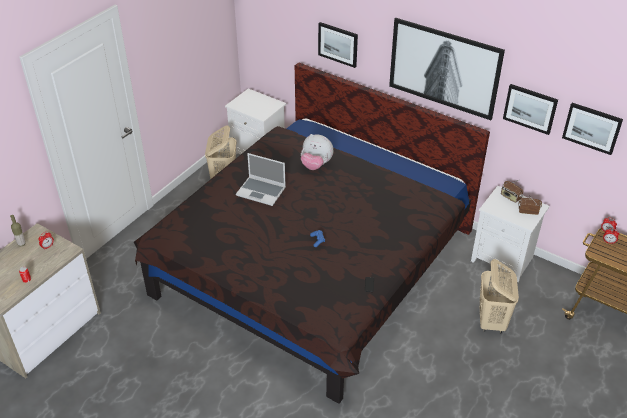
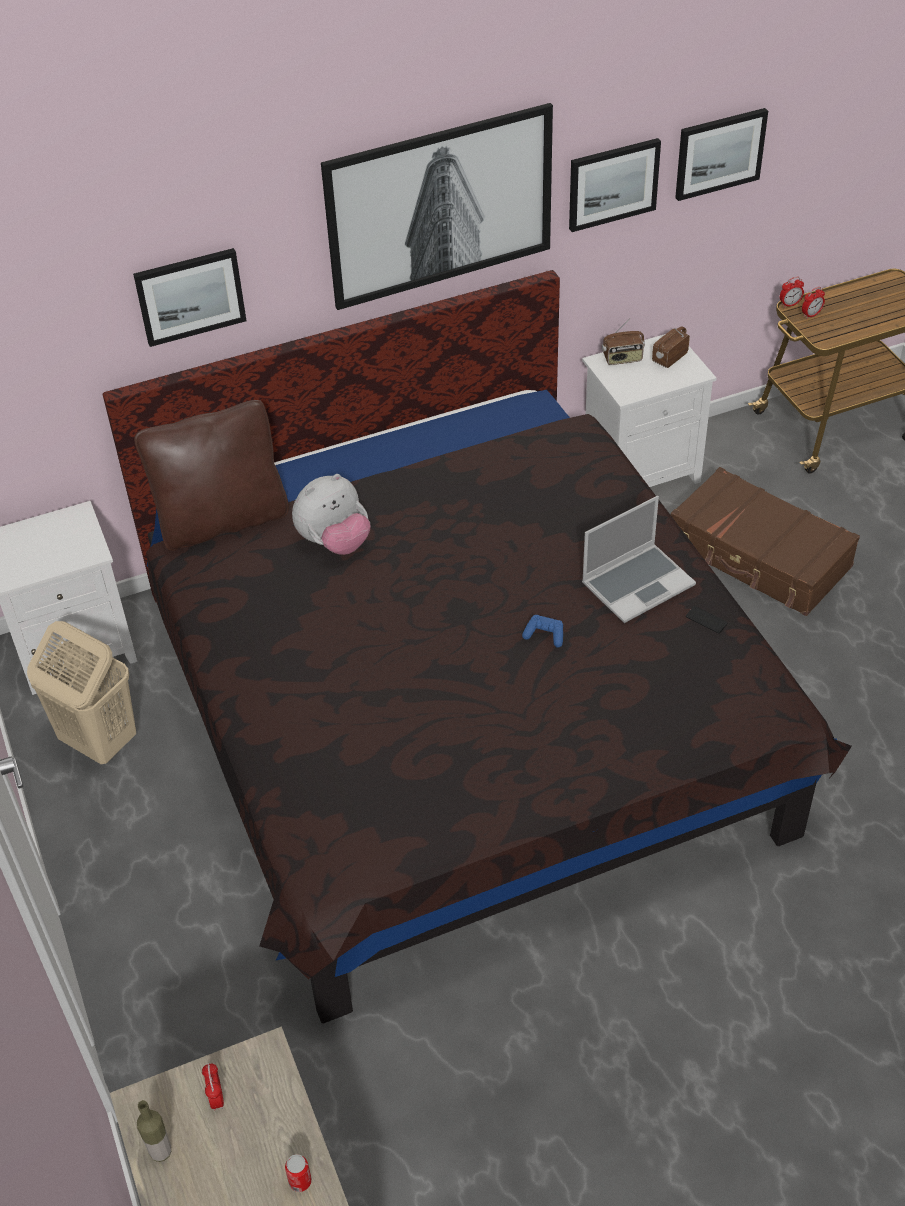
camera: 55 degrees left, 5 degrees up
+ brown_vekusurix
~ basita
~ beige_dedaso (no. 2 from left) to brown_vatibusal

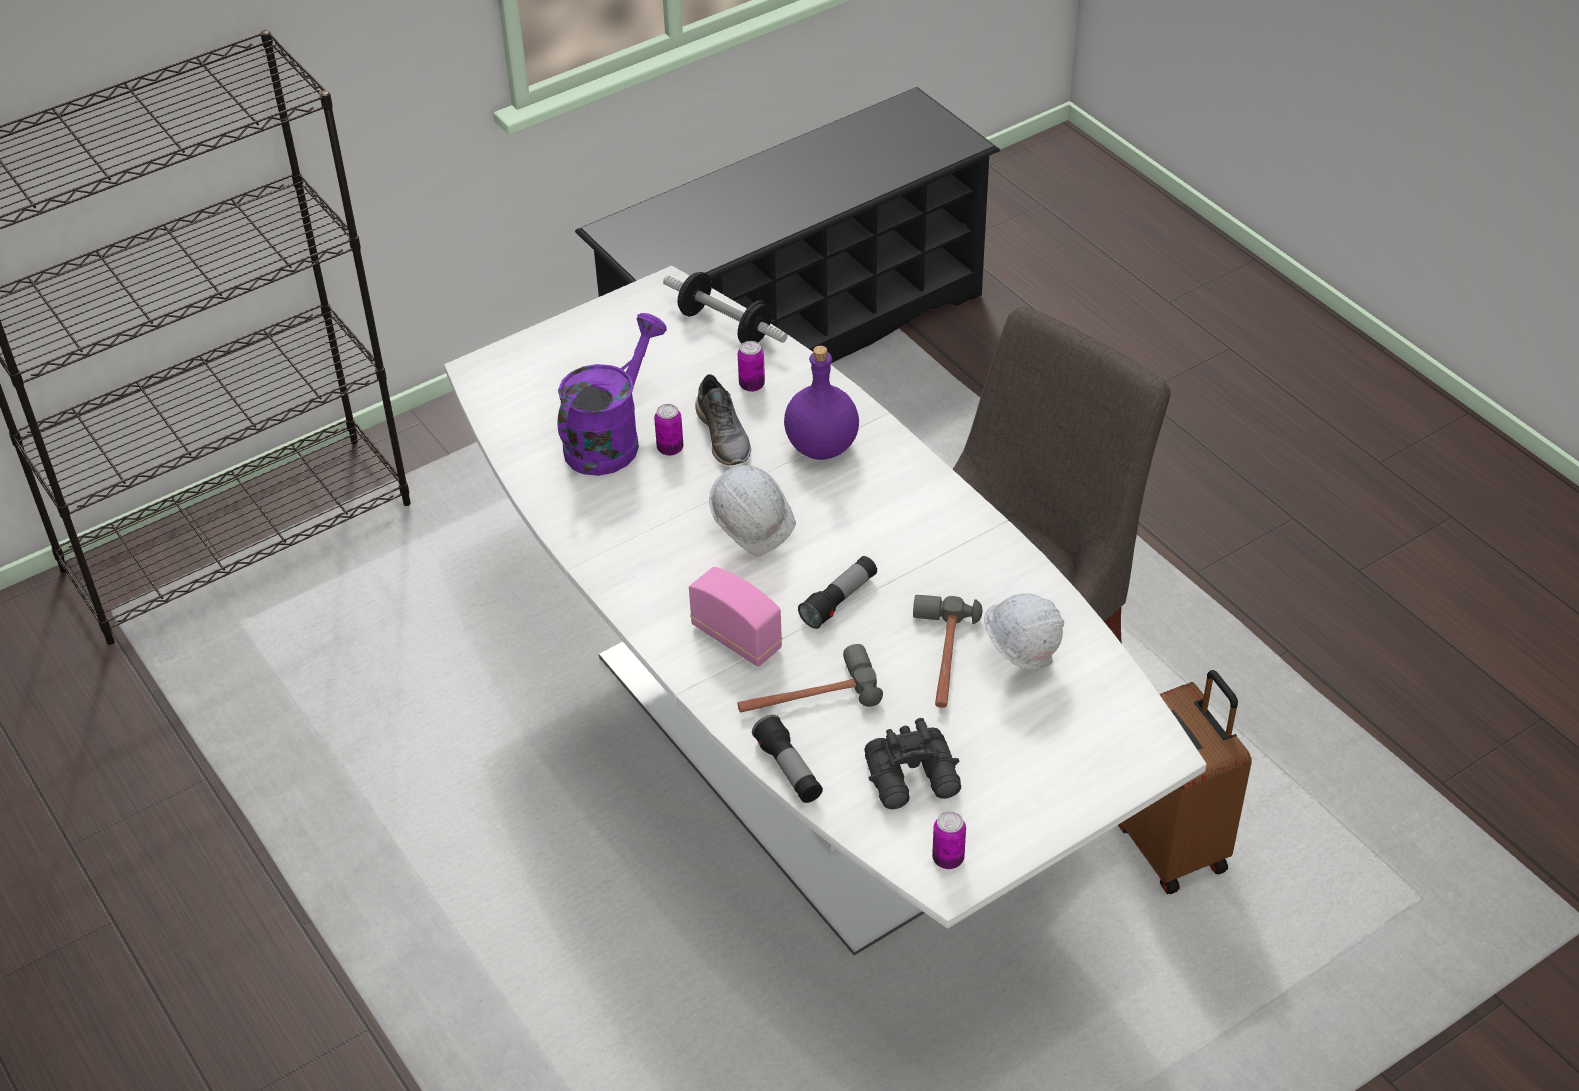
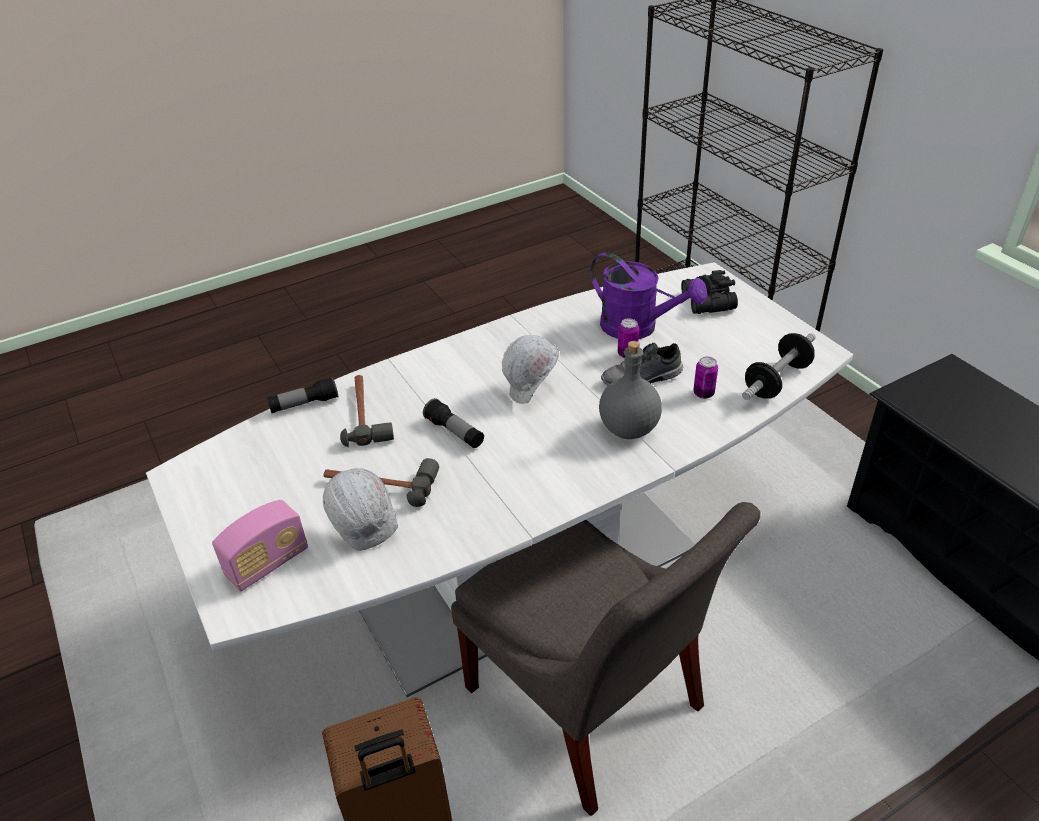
camera: 95 degrees right, 5 degrees down
- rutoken (no. 3 from left)
~ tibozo
~ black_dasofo
~ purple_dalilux to grey_dalilux

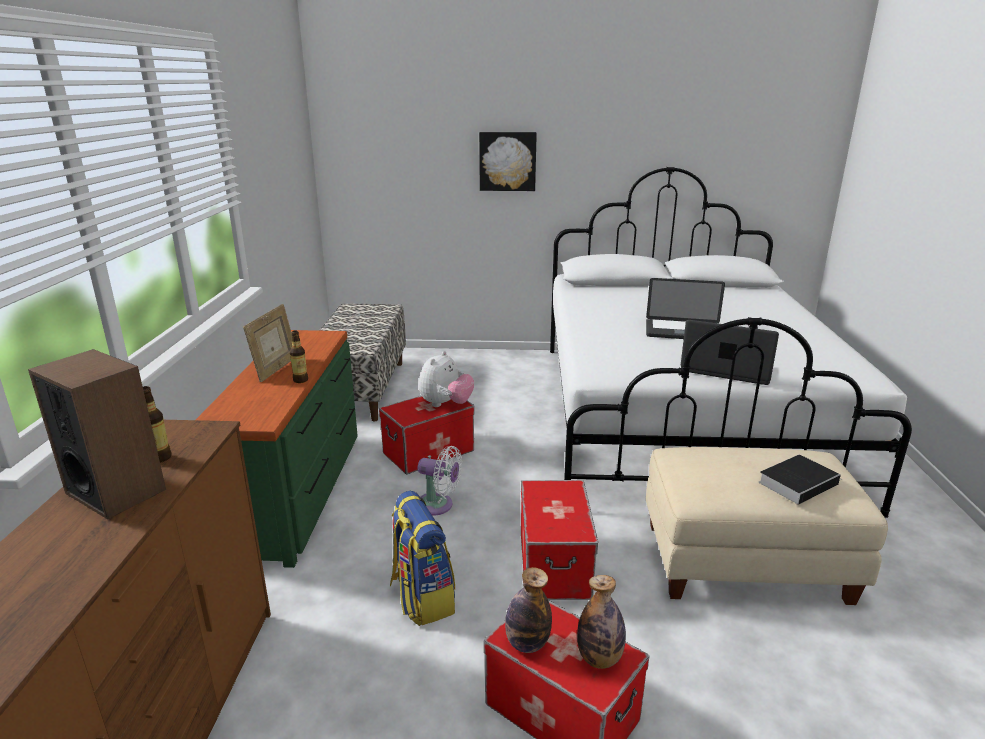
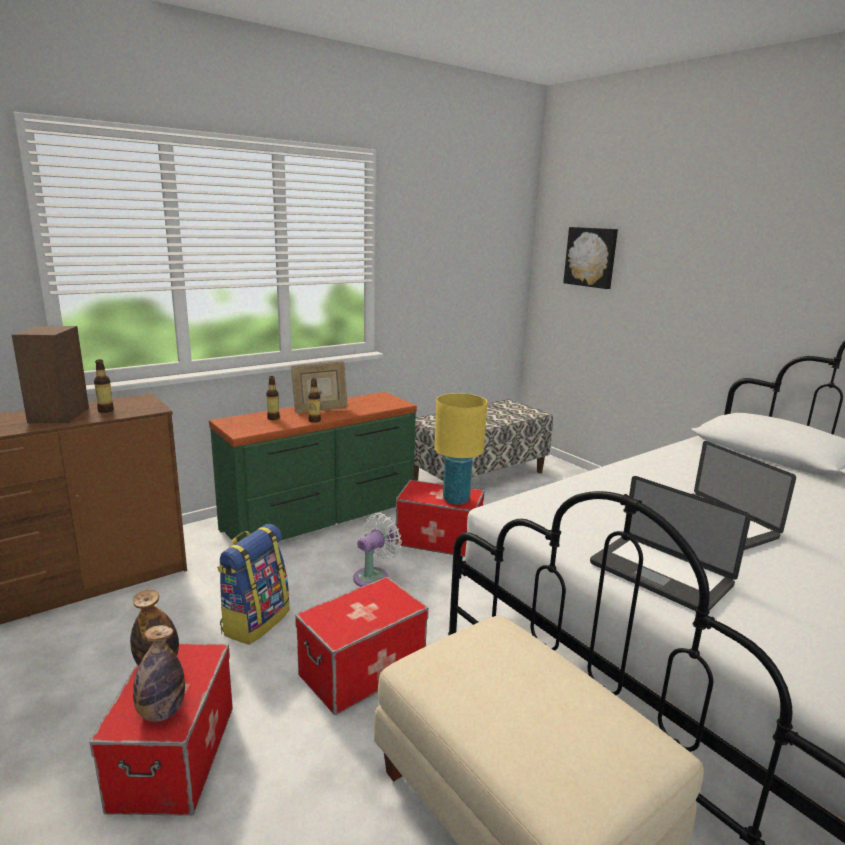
camera: 50 degrees right, 5 degrees down
- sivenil
+ dalilux (no. 4 from left)
~ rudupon
~ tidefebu to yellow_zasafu
~ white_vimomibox 120 degrees counterclockwise
~ basita (no. 2 from left in the first image) 150 degrees clockwise

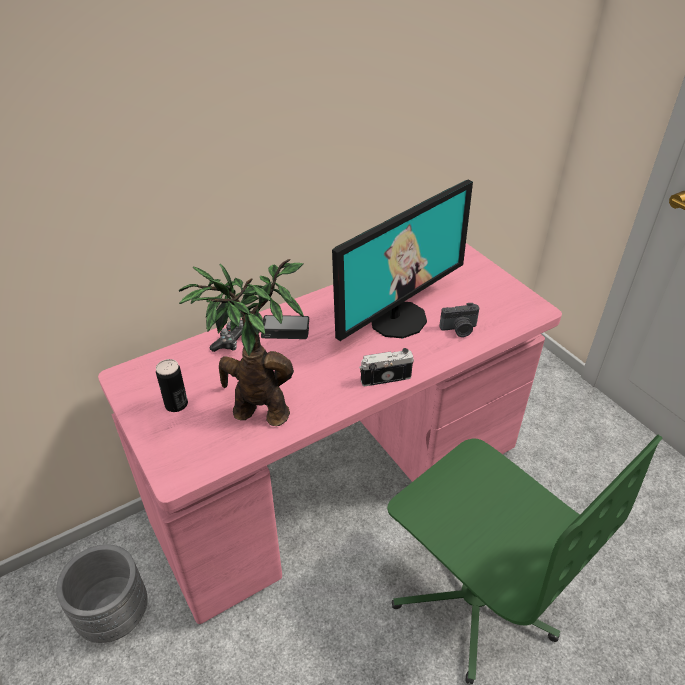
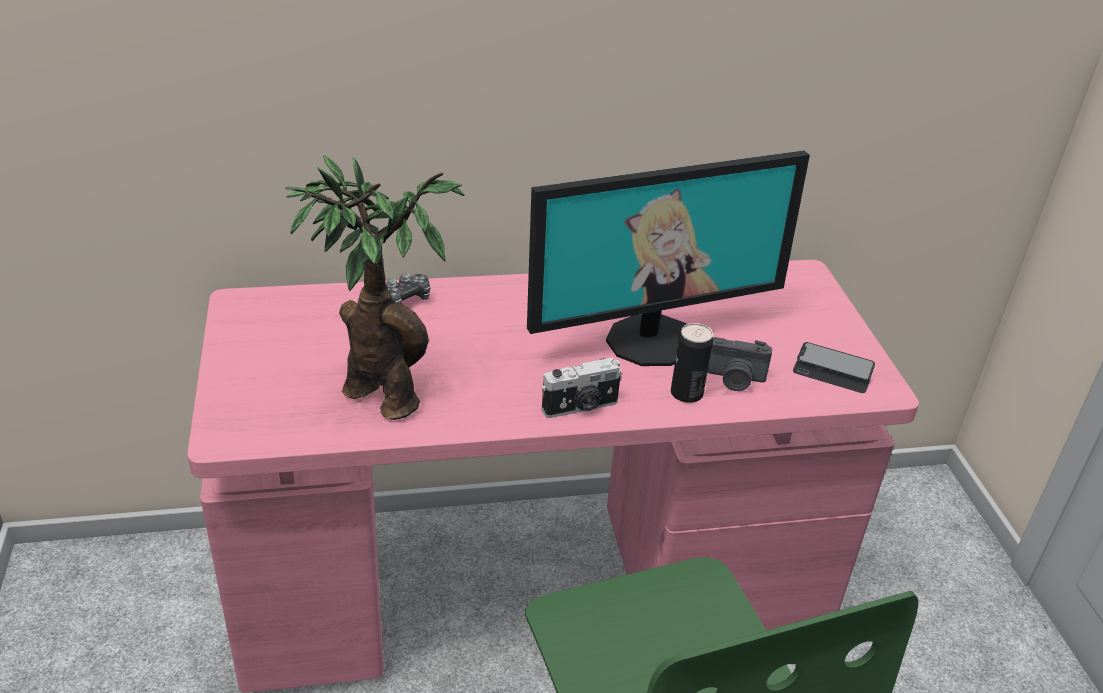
camera: 20 degrees right, 5 degrees down
- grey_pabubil
~ rutoken
~ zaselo
~ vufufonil (no. 1 from left) 150 degrees clockwise

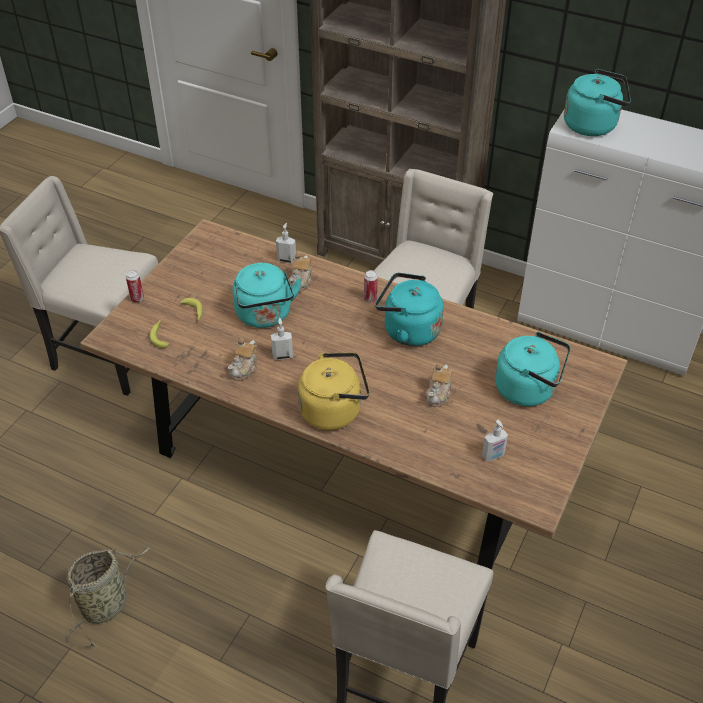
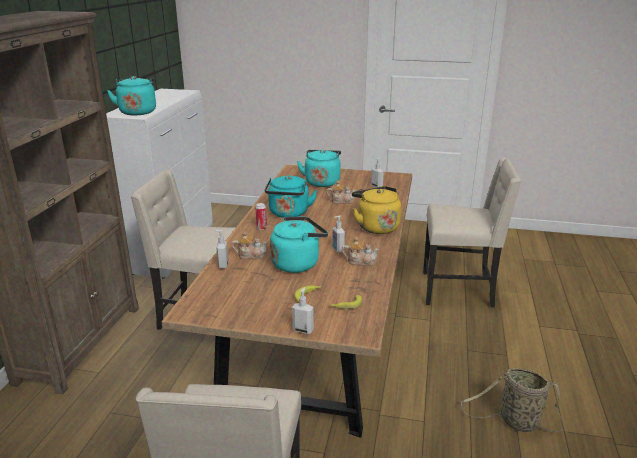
camera: 105 degrees left, 20 degrees down
~ rutoken (no. 1 from left) to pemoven (no. 2 from left)

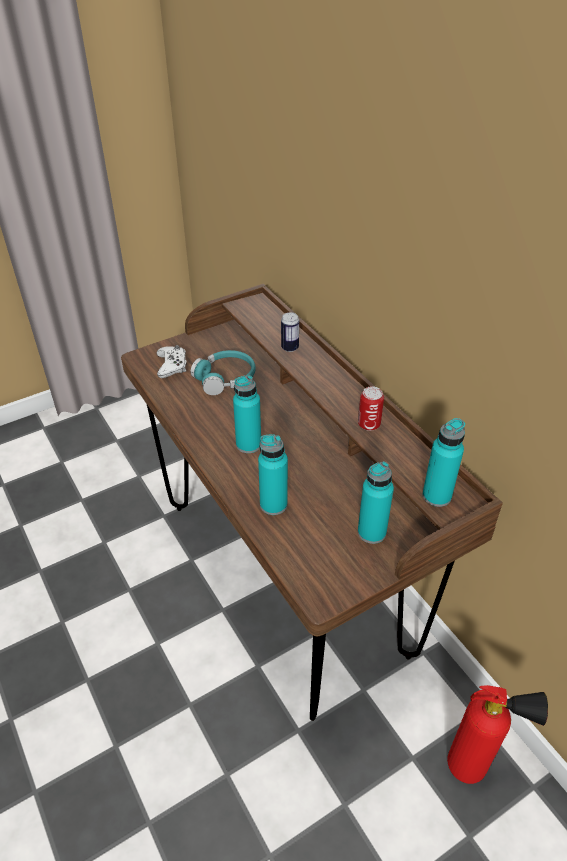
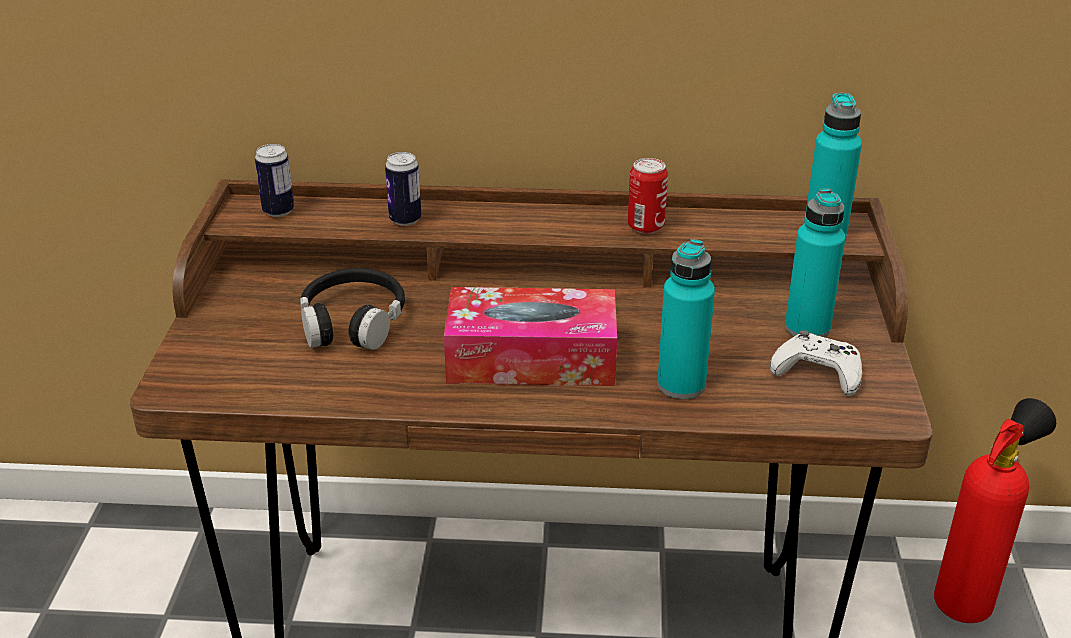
camera: 55 degrees left, 10 degrees down
+ rutoken (no. 1 from left)
~ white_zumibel
~ turquoise_dalilux (no. 1 from left) to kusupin
~ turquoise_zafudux to black_zafudux

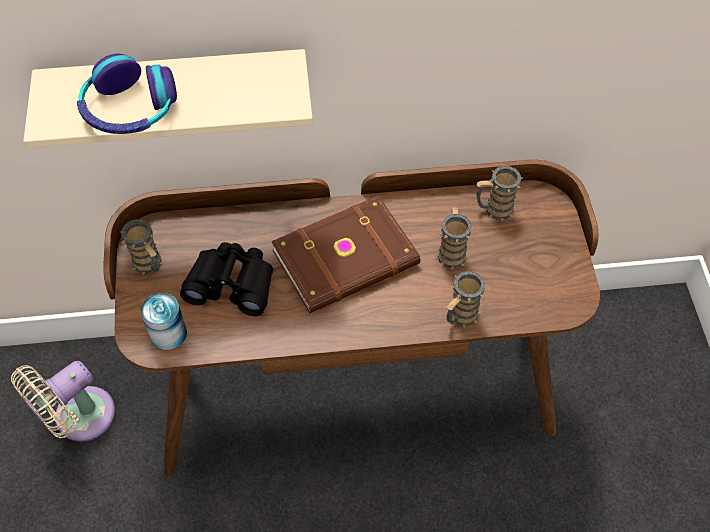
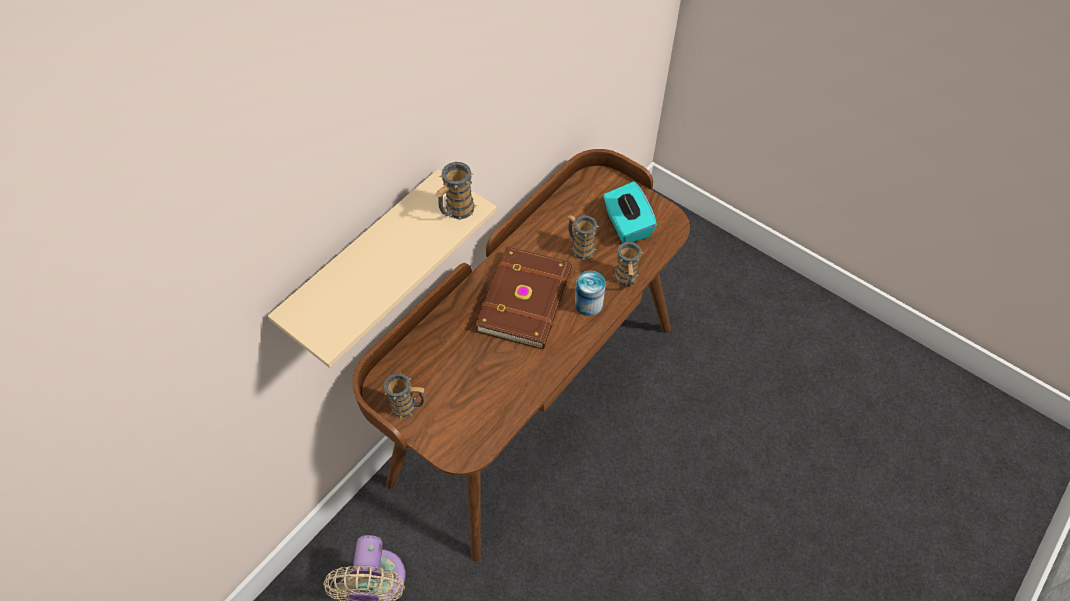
camera: 45 degrees left, 0 degrees up
- zafudux
- black_dasofo
+ turquoise_kusupin
~ rutoken
~ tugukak (no. 4 from left in the first image) to tugukak (no. 2 from left)

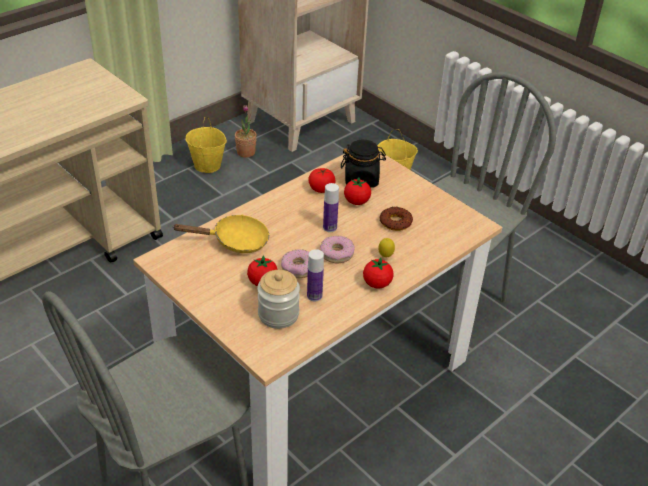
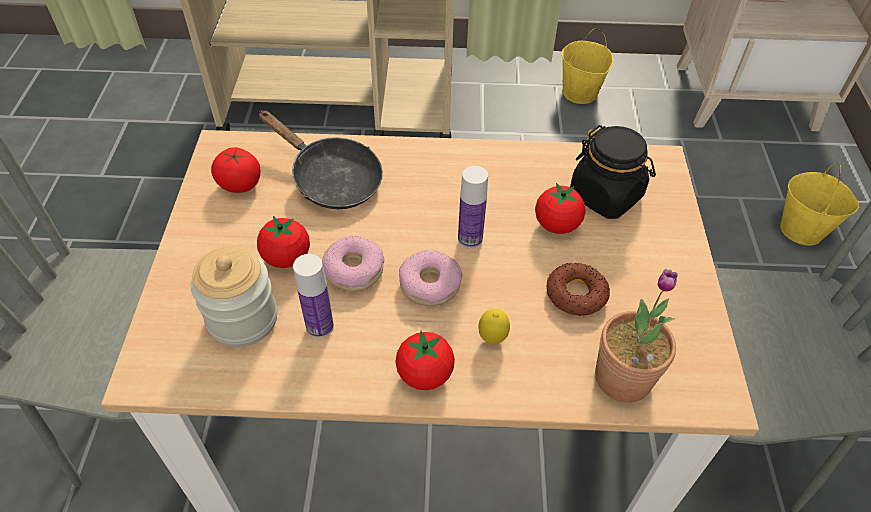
camera: 45 degrees right, 10 degrees up
~ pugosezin
~ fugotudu (no. 2 from left in the first image) to fugotudu (no. 1 from left)
~ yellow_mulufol to black_mulufol

